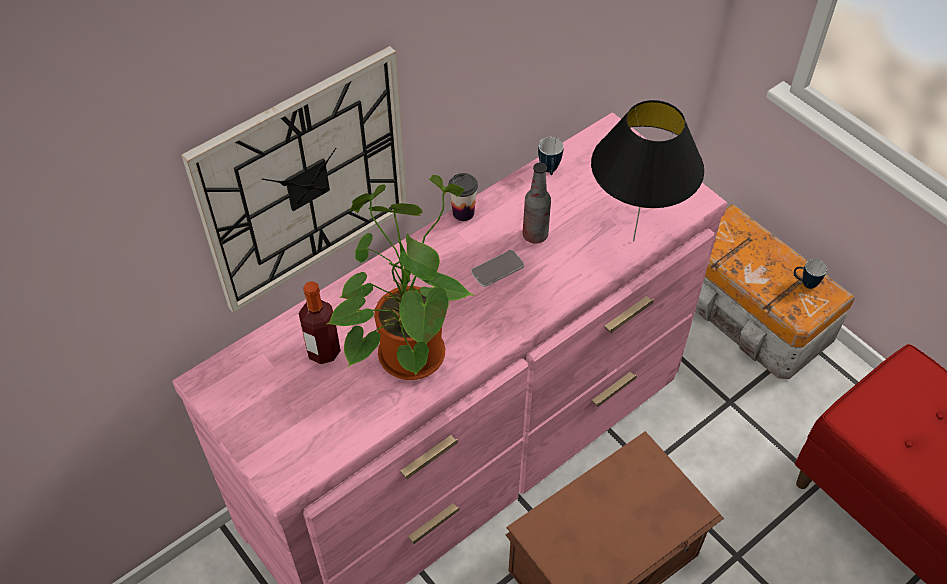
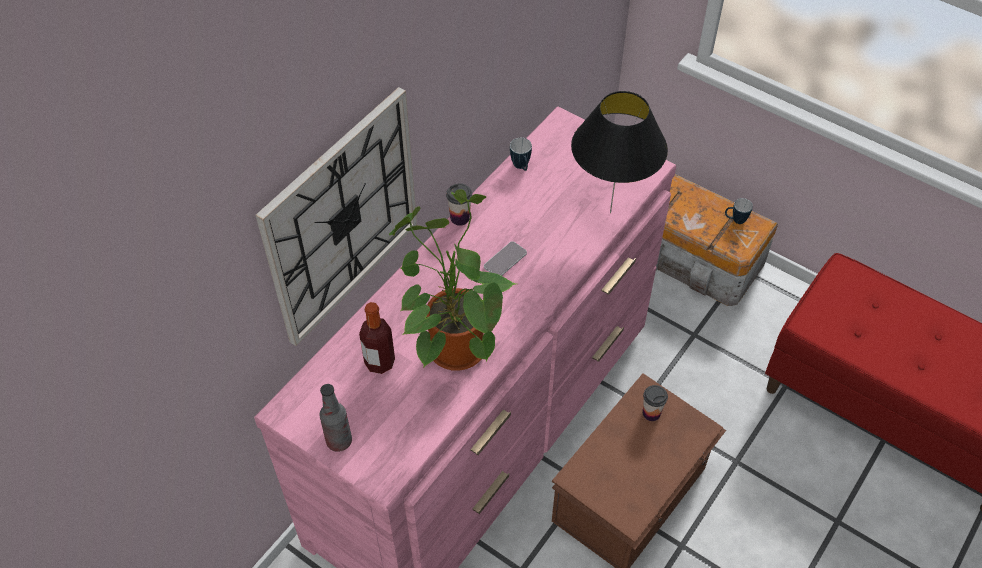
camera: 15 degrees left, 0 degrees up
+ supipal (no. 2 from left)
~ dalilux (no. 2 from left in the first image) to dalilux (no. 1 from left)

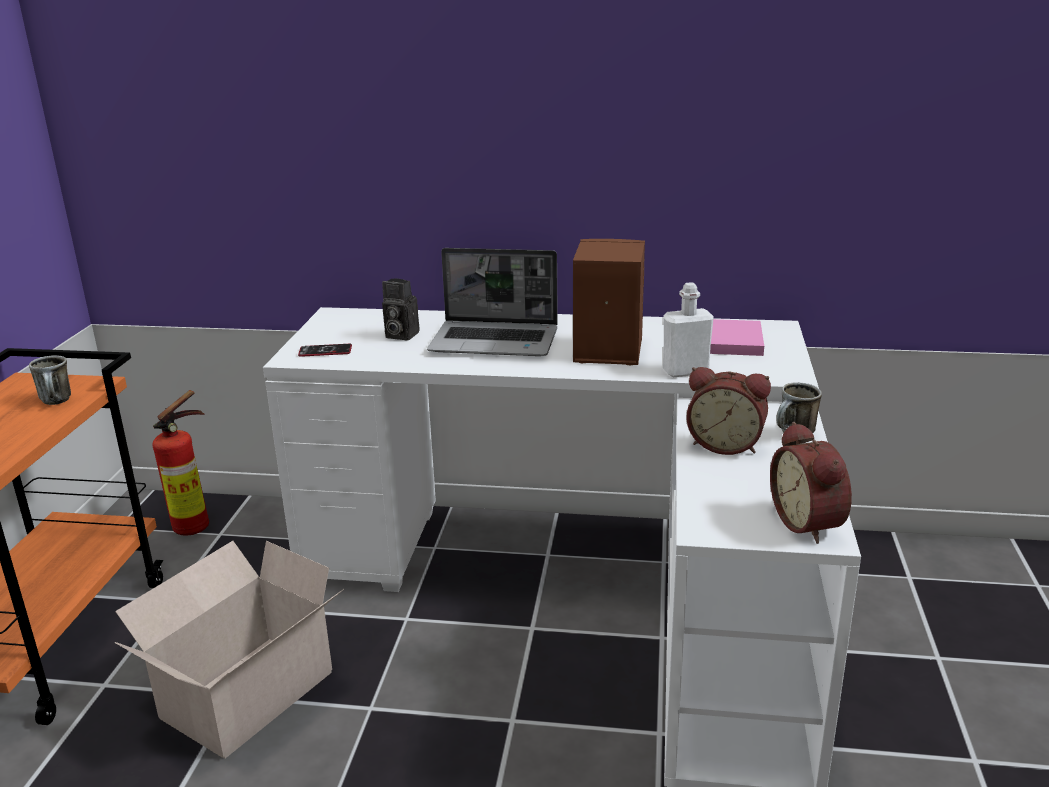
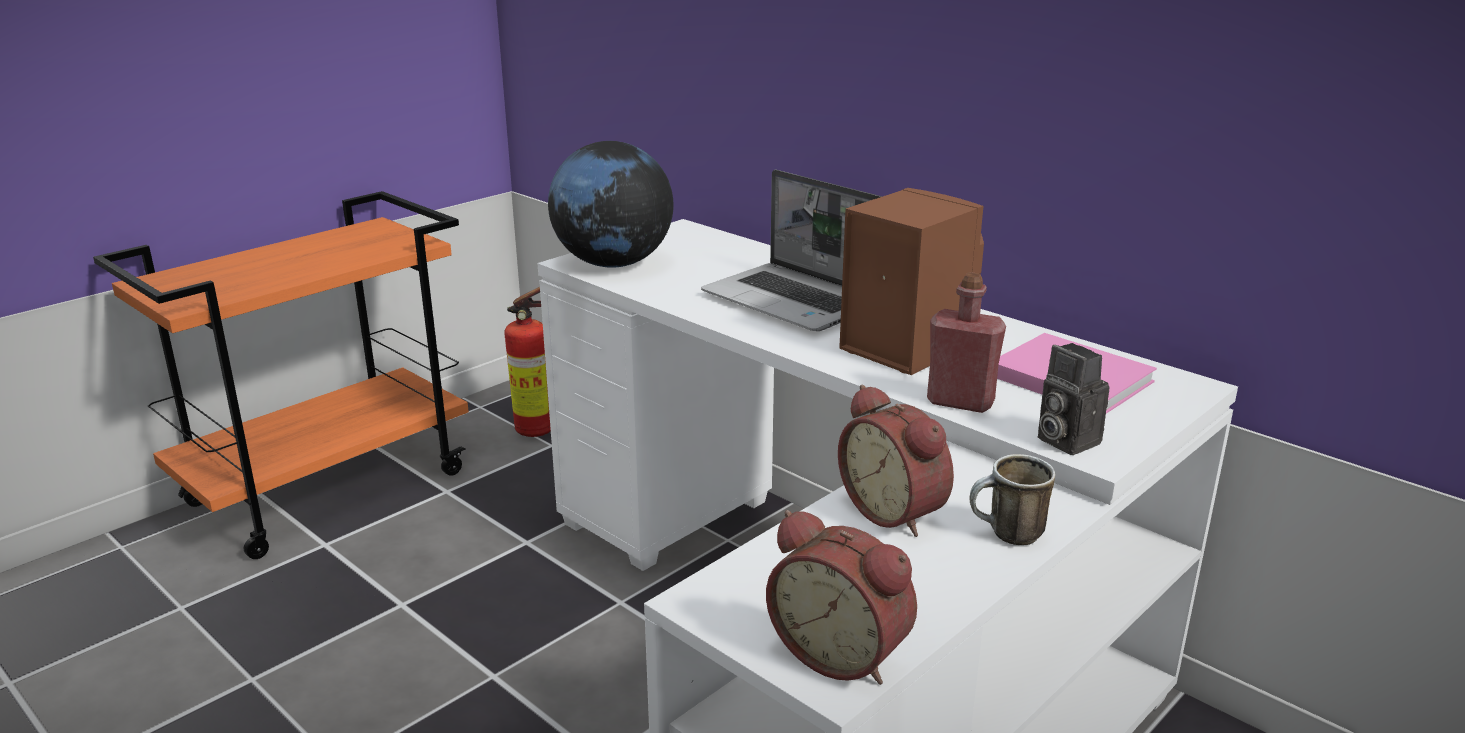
camera: 35 degrees right, 0 degrees up
- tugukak (no. 1 from left)
- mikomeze
~ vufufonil
~ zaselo to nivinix
~ white_dalilux to red_dalilux
~ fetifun (no. 2 from left in the first image) 75 degrees counterclockwise

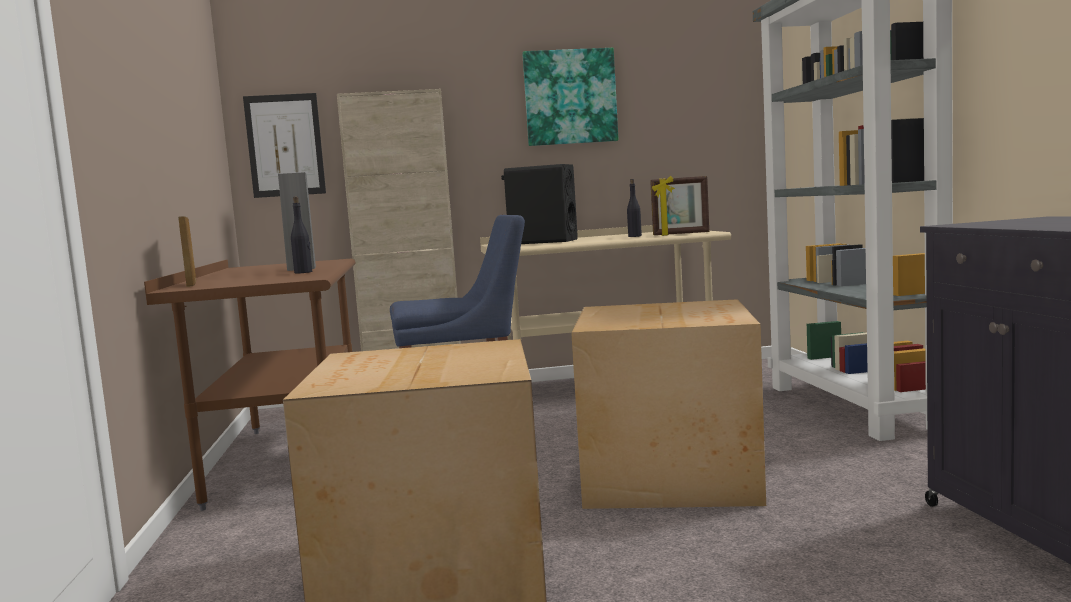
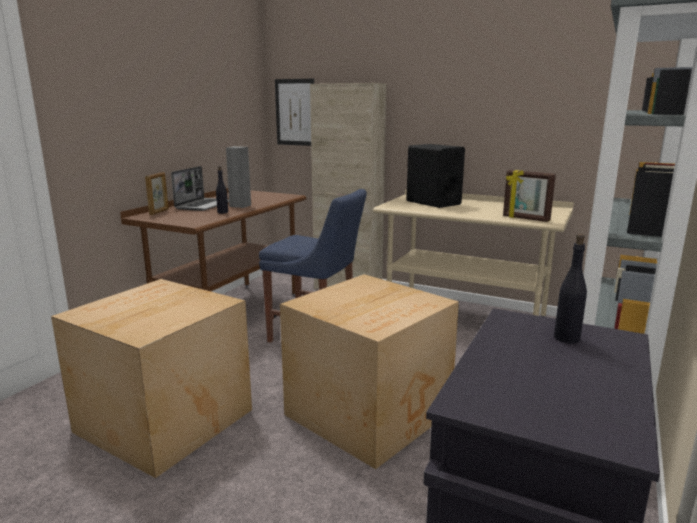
camera: 35 degrees right, 10 degrees up
- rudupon (no. 2 from left)
+ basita
~ black_dalilux (no. 2 from left)

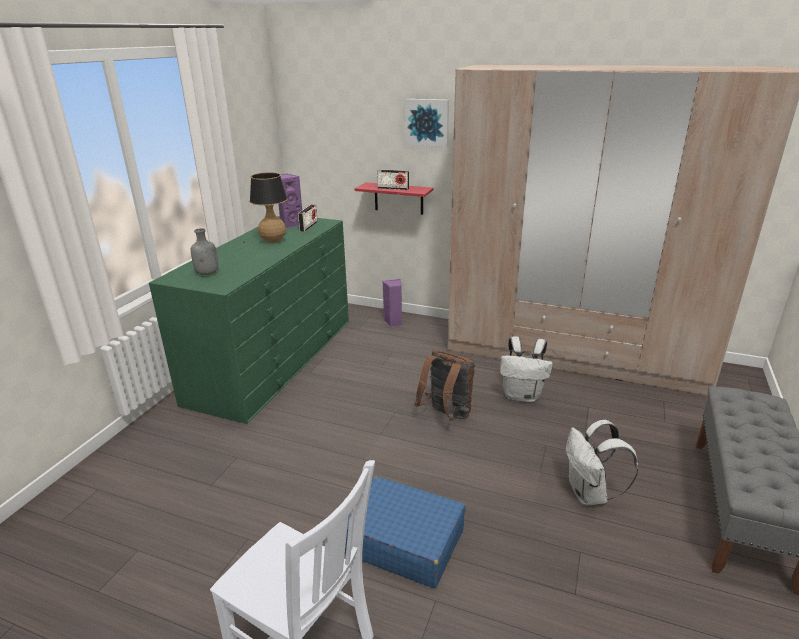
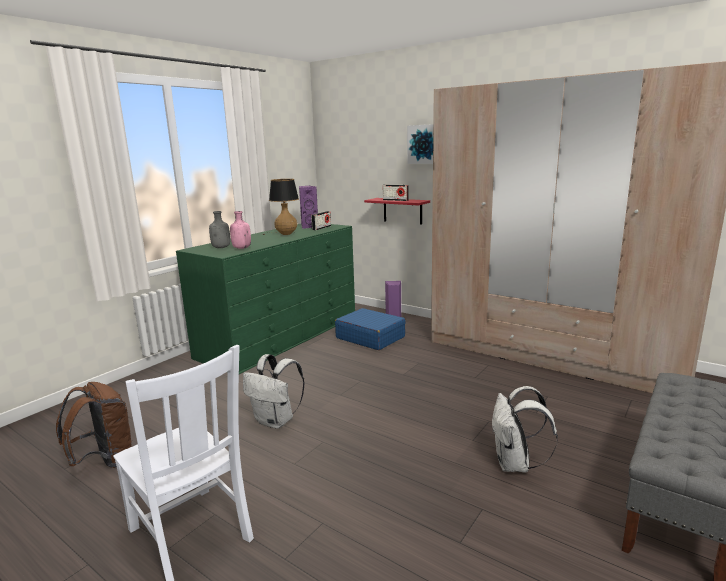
camera: 15 degrees right, 10 degrees down
+ pink_dalilux
~ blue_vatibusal
~ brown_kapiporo
~ white_kapiporo (no. 1 from left)

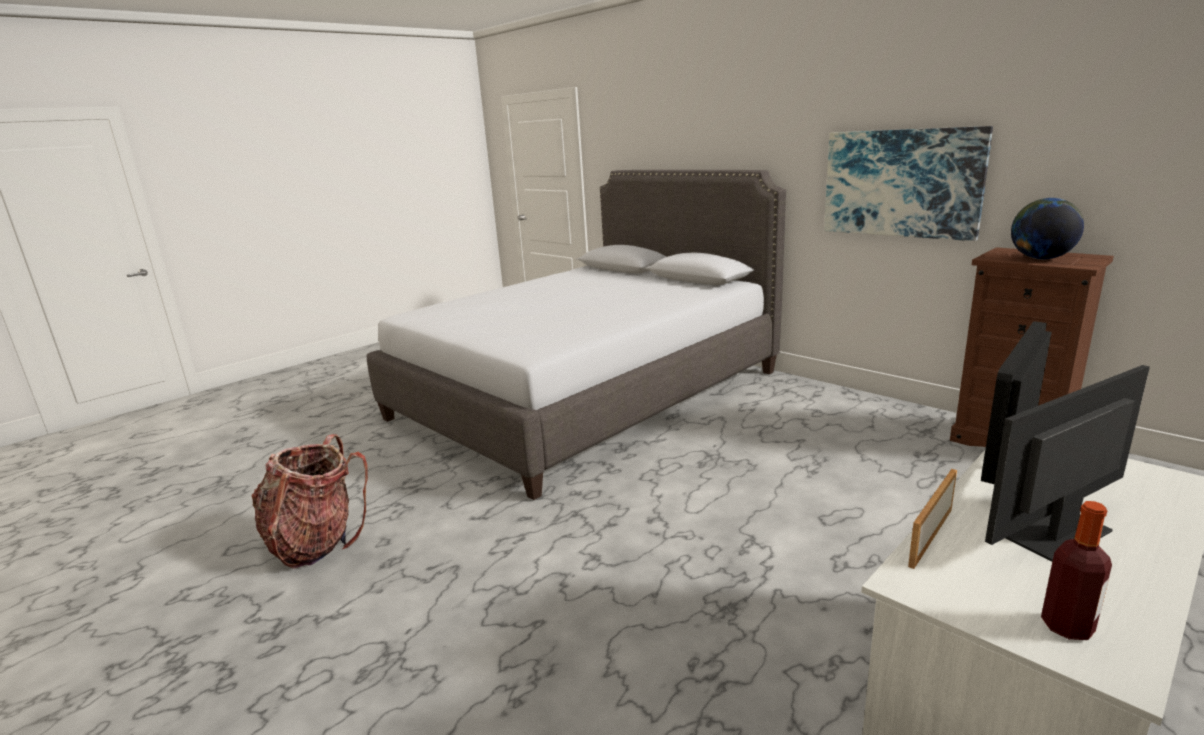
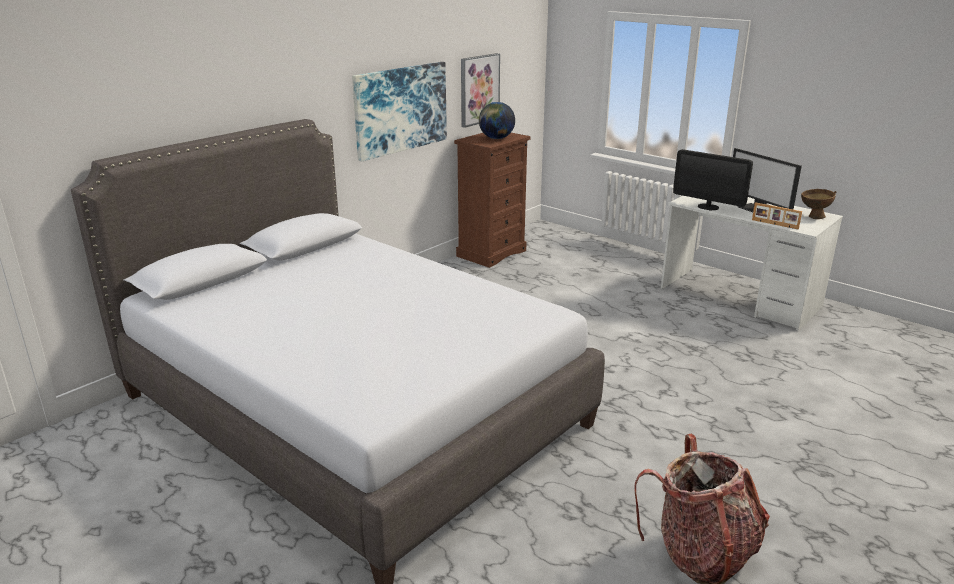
camera: 95 degrees left, 5 degrees up
+ rudupon (no. 2 from left)
~ dalilux to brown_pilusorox

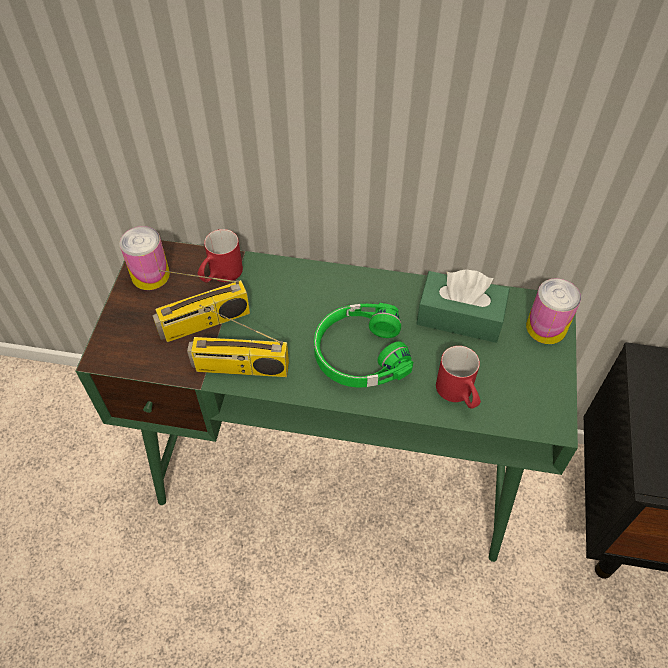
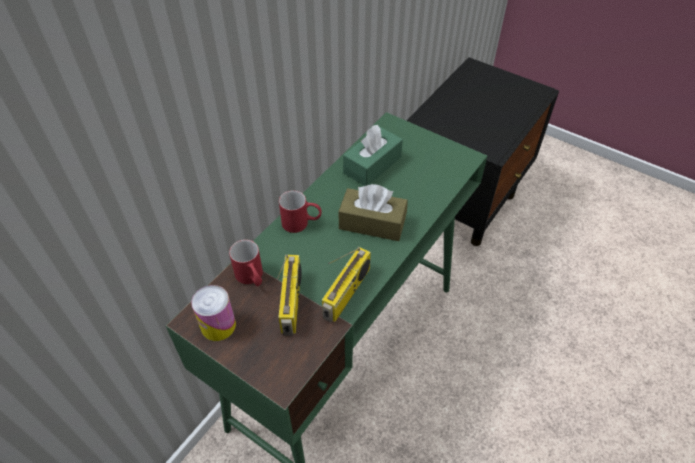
camera: 65 degrees left, 5 degrees down
- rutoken (no. 2 from left)
~ red_tugukak (no. 2 from left)
~ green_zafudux to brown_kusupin

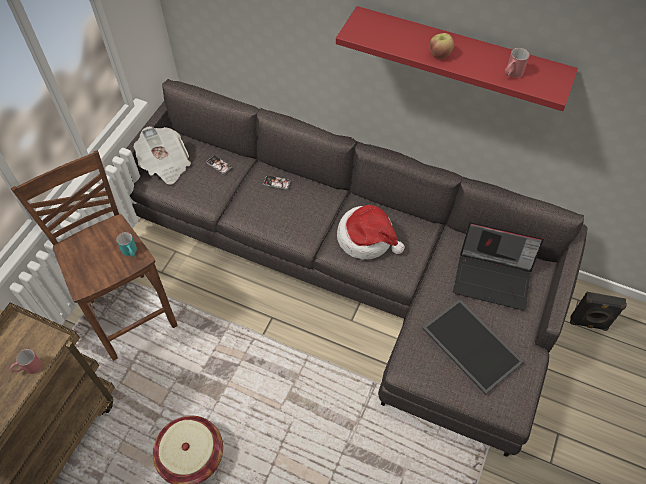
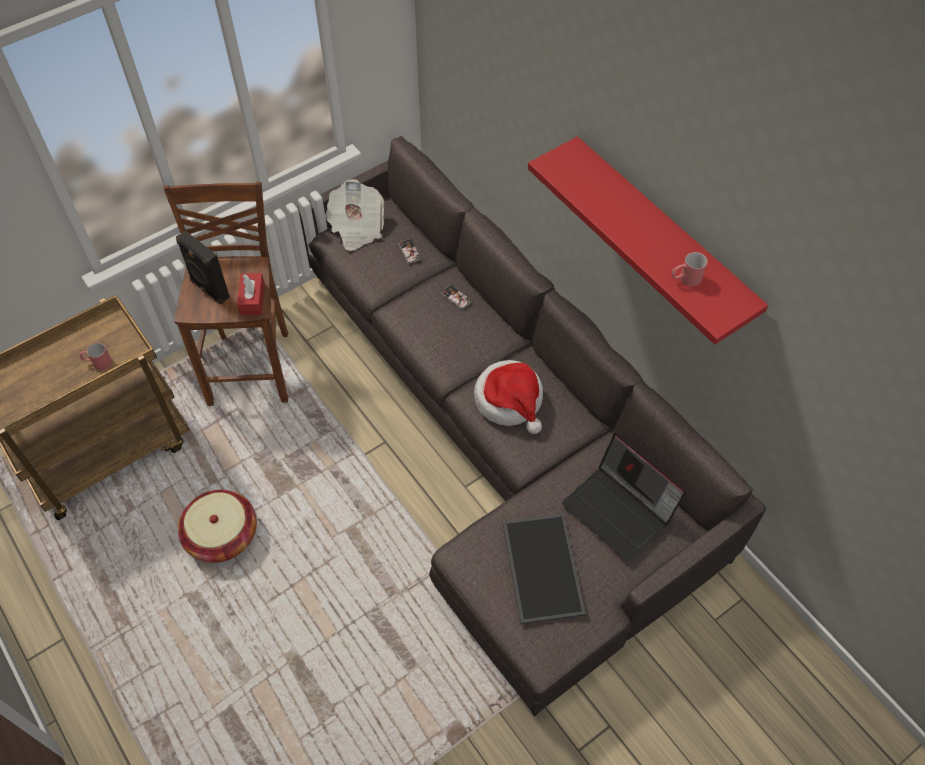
camera: 30 degrees right, 0 degrees up
- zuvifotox
~ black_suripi
~ turquoise_tugukak to red_kusupin

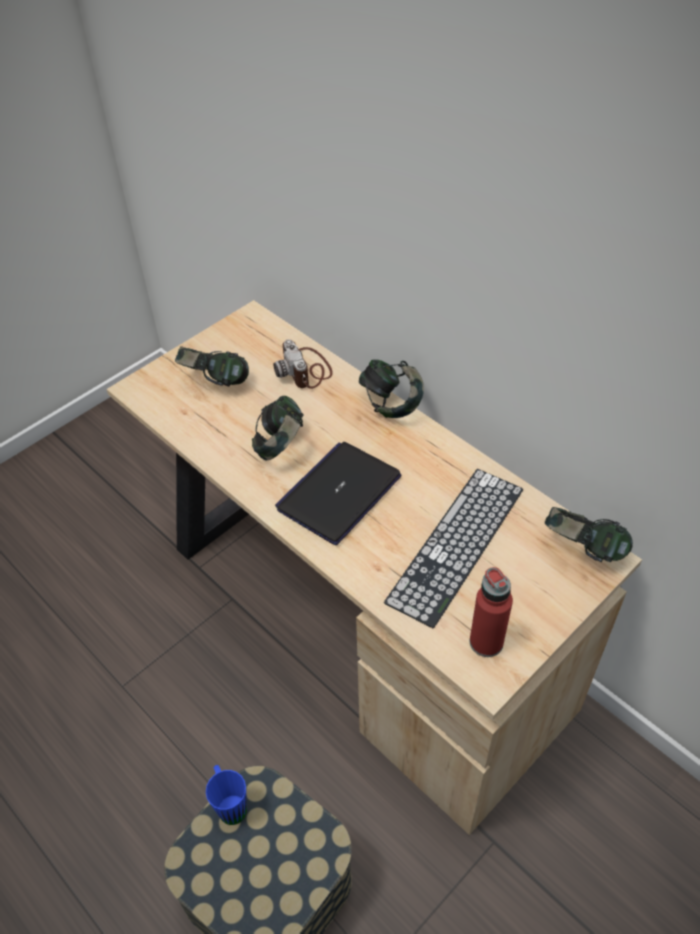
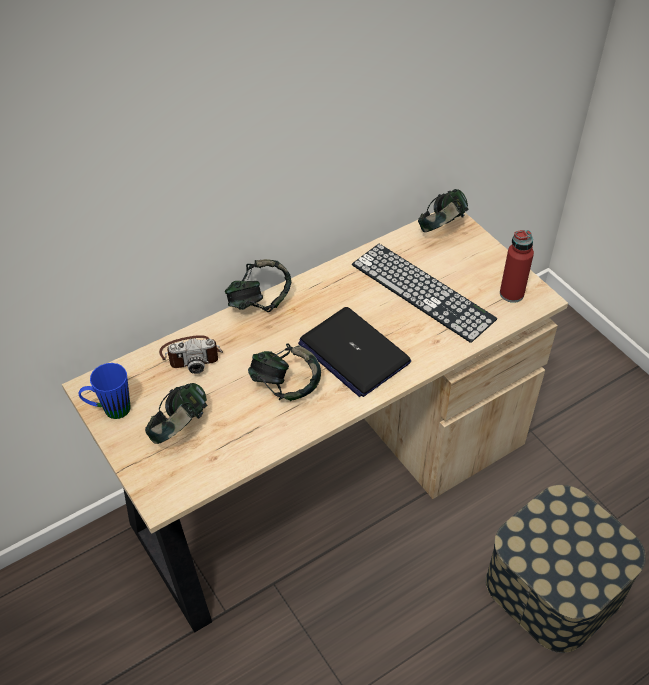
camera: 80 degrees left, 0 degrees up
~ blue_tugukak

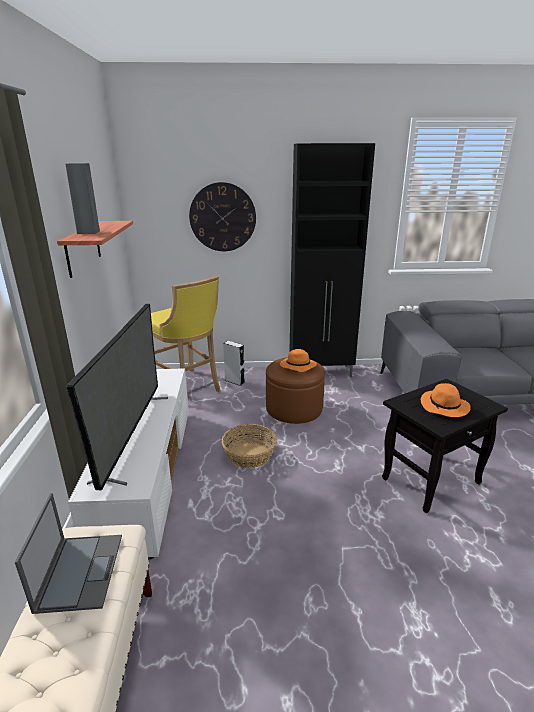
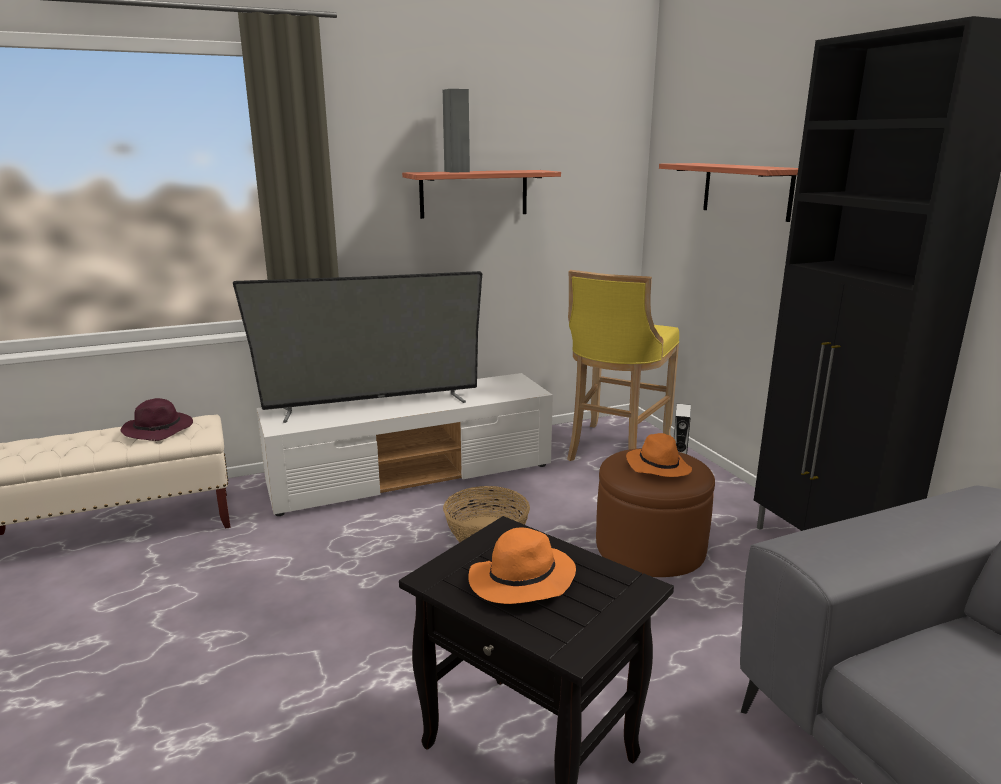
camera: 70 degrees right, 5 degrees down
~ basita to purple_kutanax
~ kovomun to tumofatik (no. 2 from left)

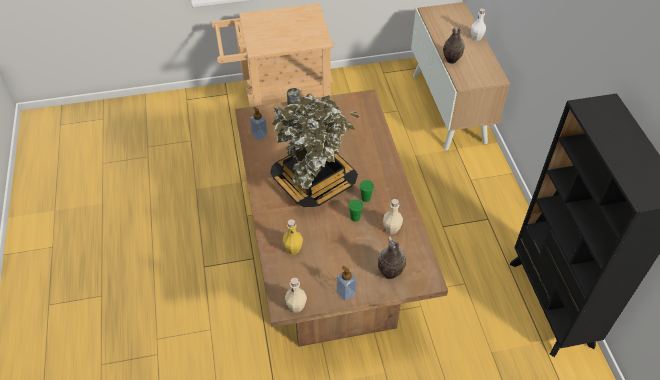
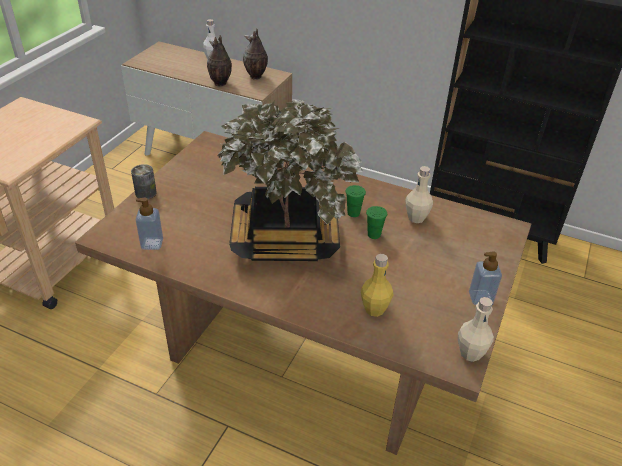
camera: 55 degrees left, 10 degrees down
~ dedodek (no. 1 from left in the first image) to dedodek (no. 2 from left)

